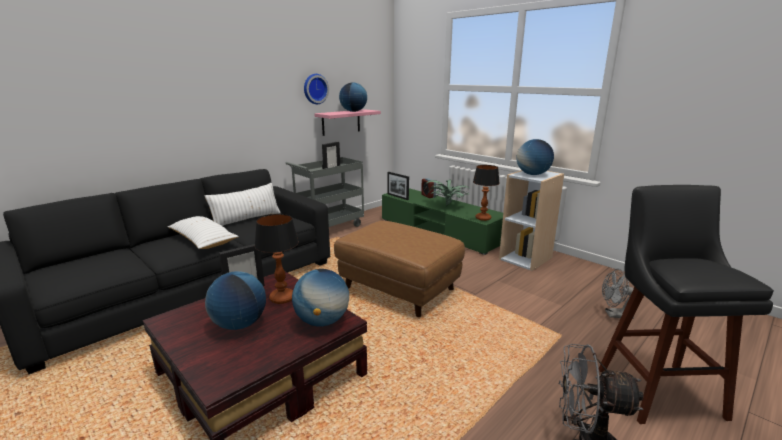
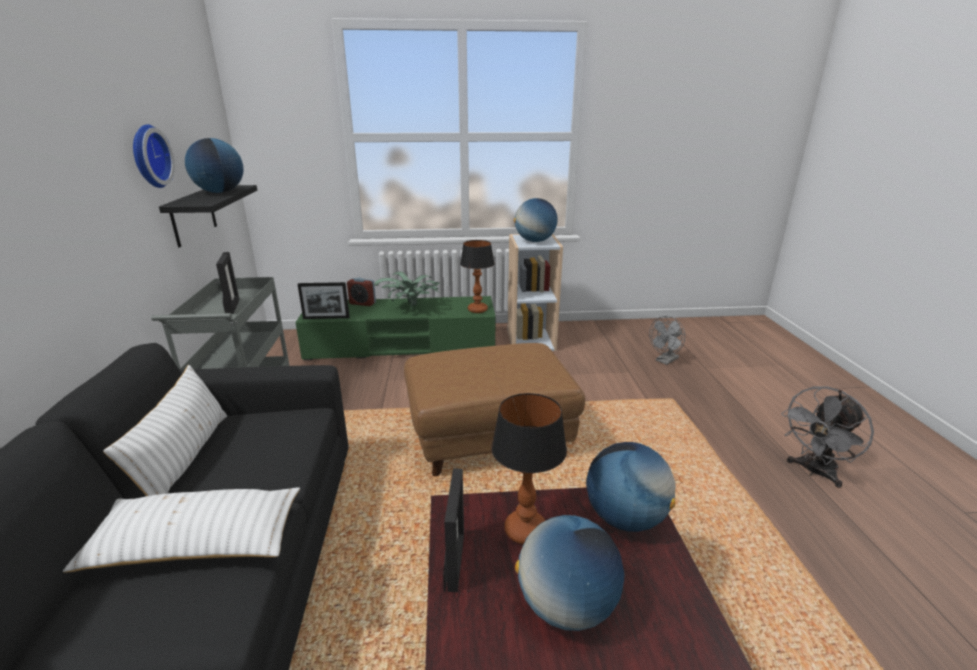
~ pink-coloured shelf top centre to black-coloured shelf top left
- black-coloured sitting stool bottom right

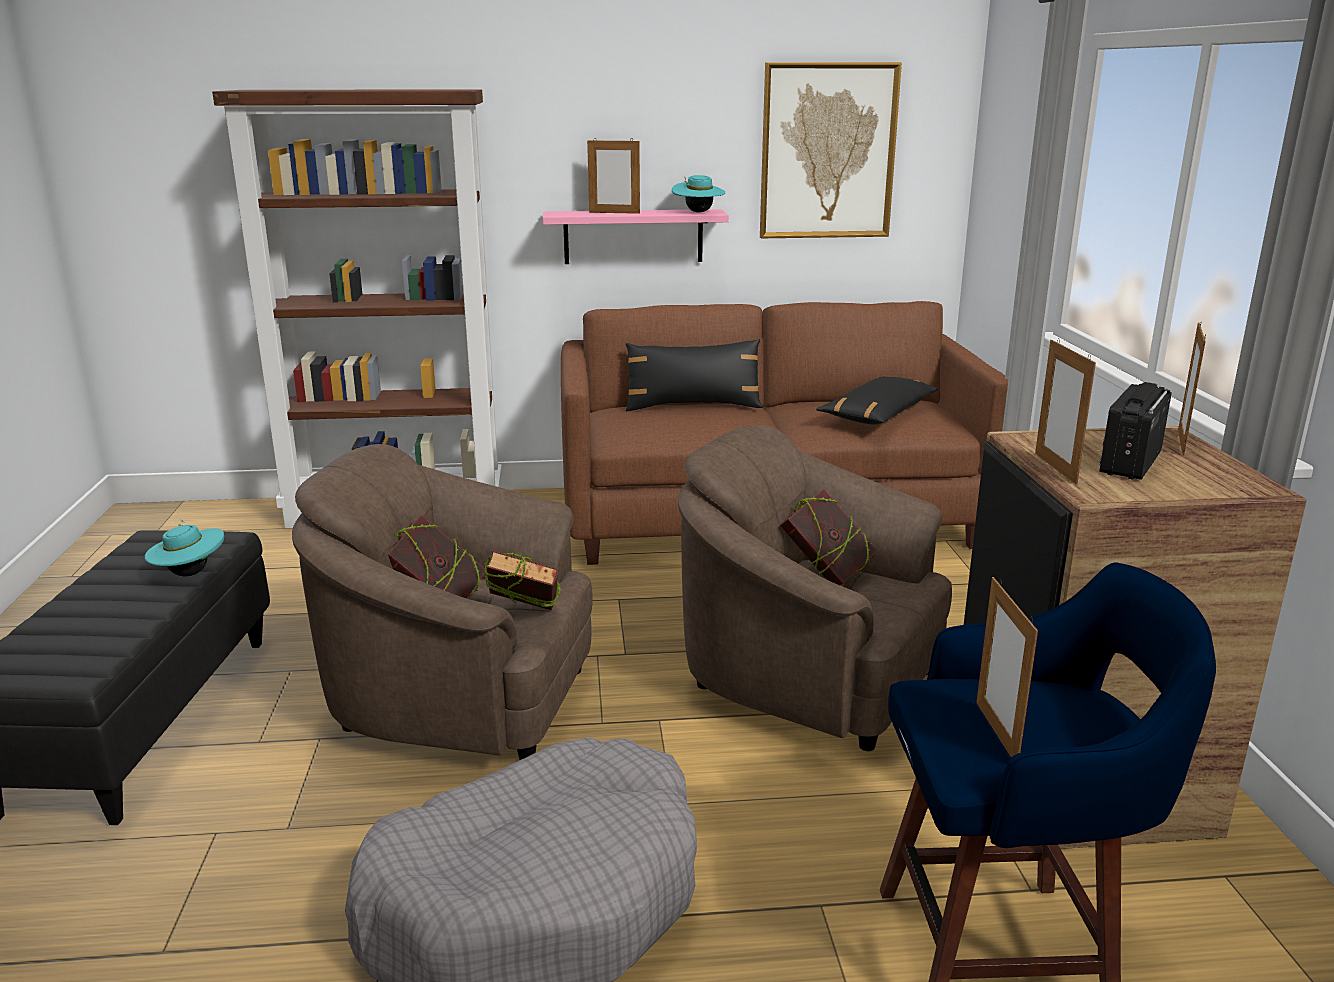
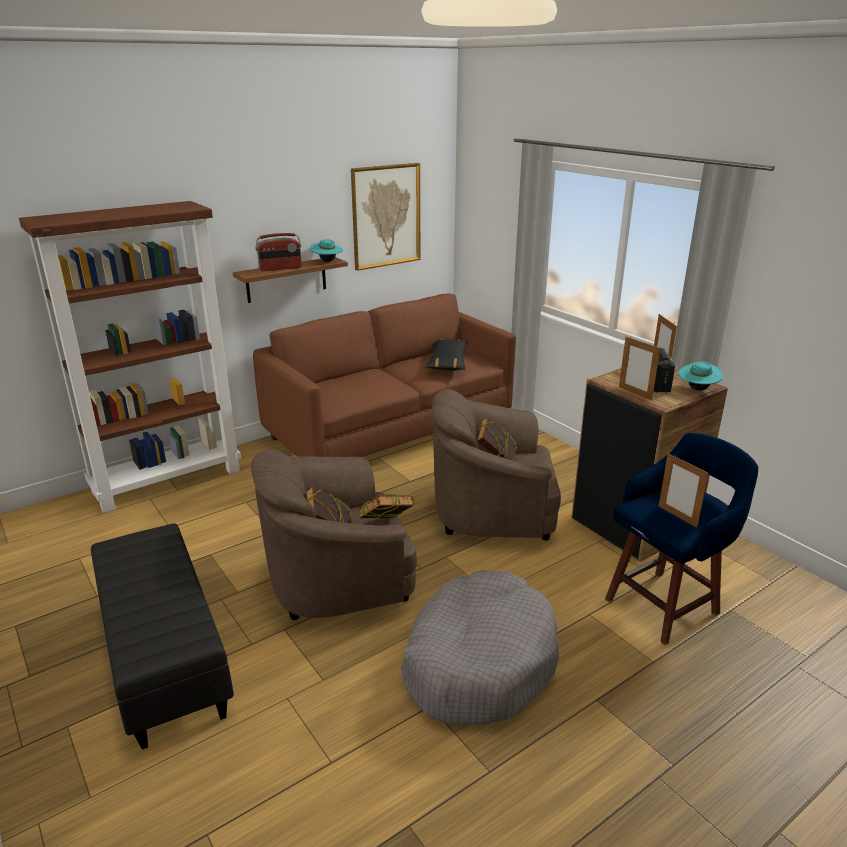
~ picture frame (1st from left) top centre to radio receiver (1st from left) top left
~ pink-coloured shelf top centre to brownish shelf top centre
- black-coloured cushion (1st from left) centre
~ turquoise-coloured hat (1st from left in the first image) middle left to turquoise-coloured hat (2nd from left) middle right

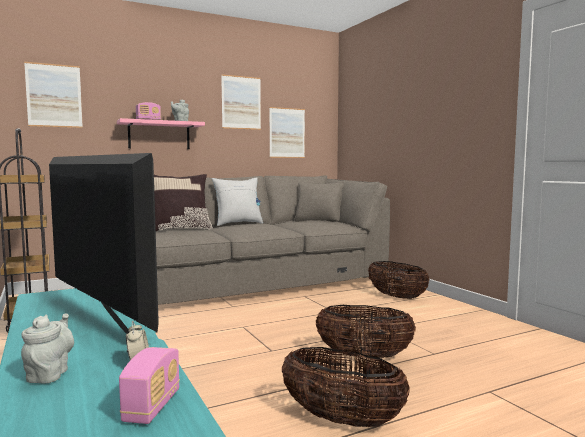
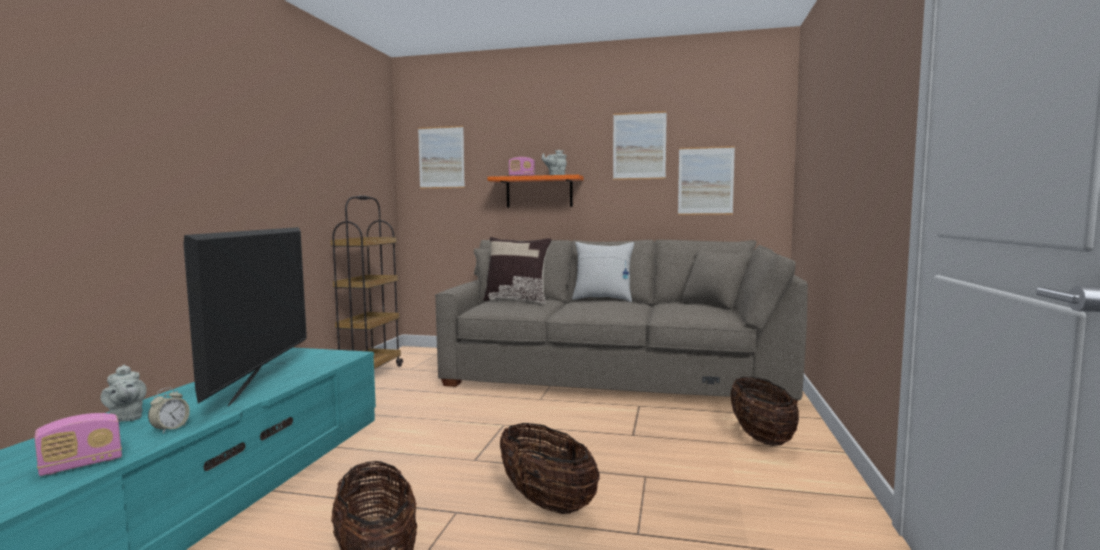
~ pink-coloured shelf top left to orange-coloured shelf centre
~ greyish teapot (1st from left) bottom left = bottom left 105 degrees clockwise

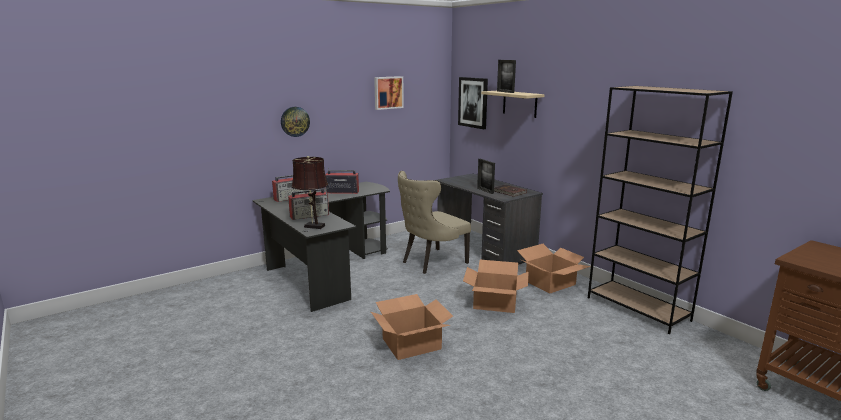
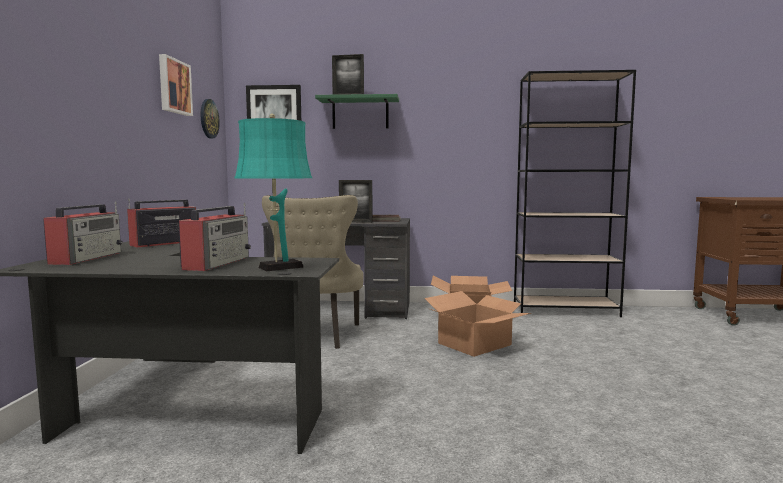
~ beige shelf top centre to greenish shelf top centre
~ clock on the wall top centre to top left
~ brownish lamp for a table centre to turquoise-coloured lamp for a table centre
- carton (1st from left) bottom centre

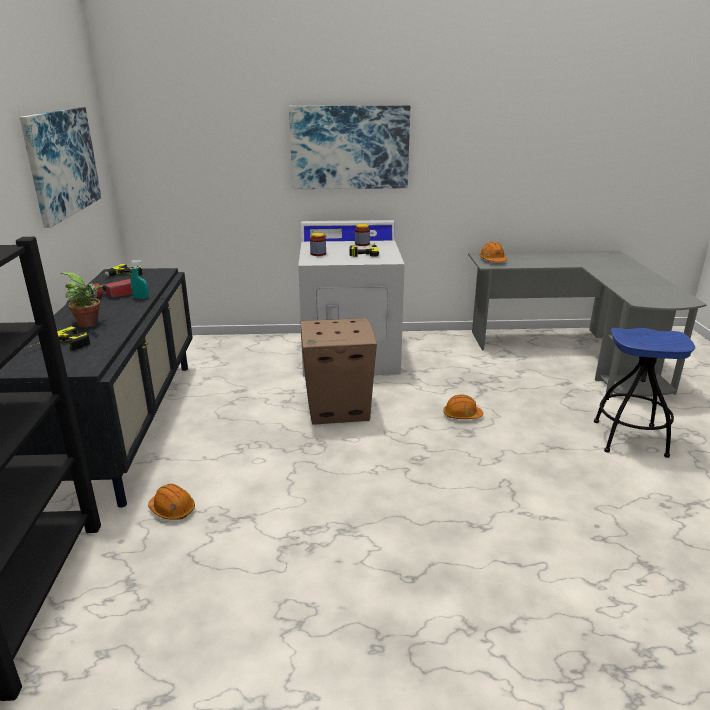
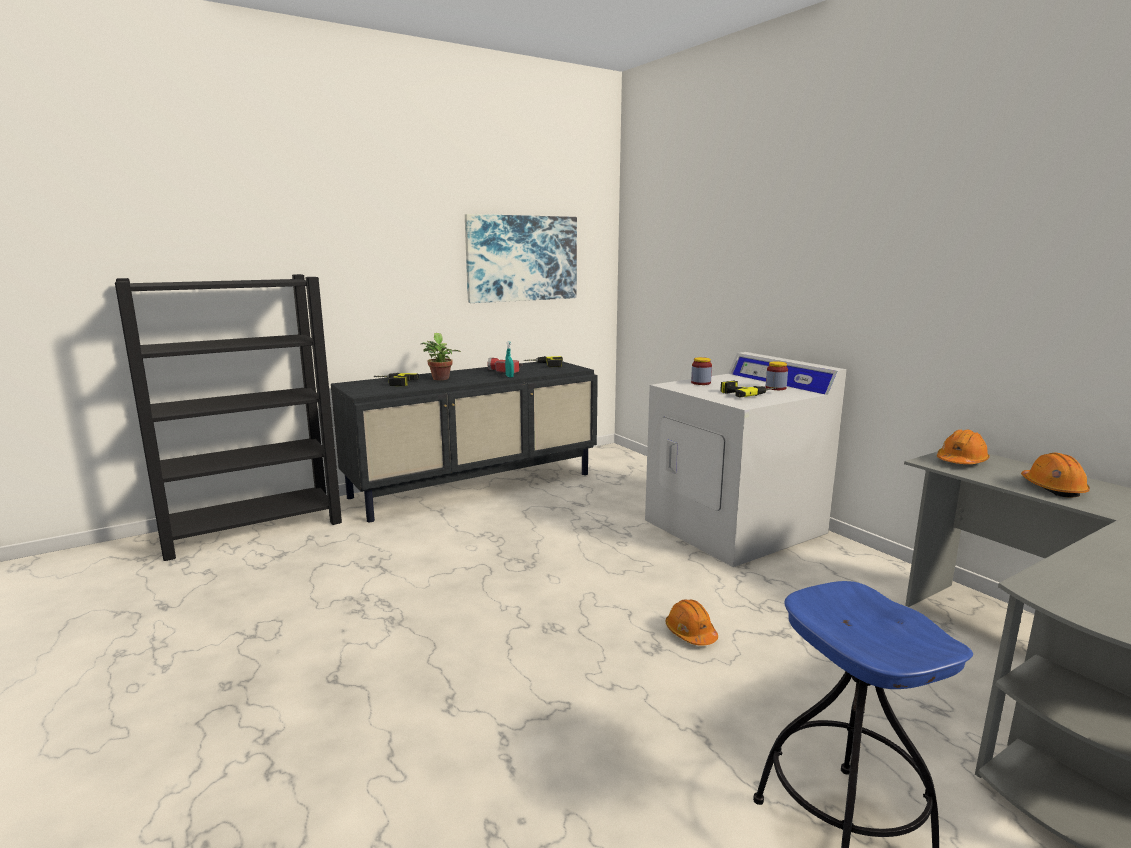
- wall art (2nd from left) top centre
- carton centre
~ orange-coloured hard hat (1st from left in the first image) bottom left to orange-coloured hard hat (3rd from left) middle right

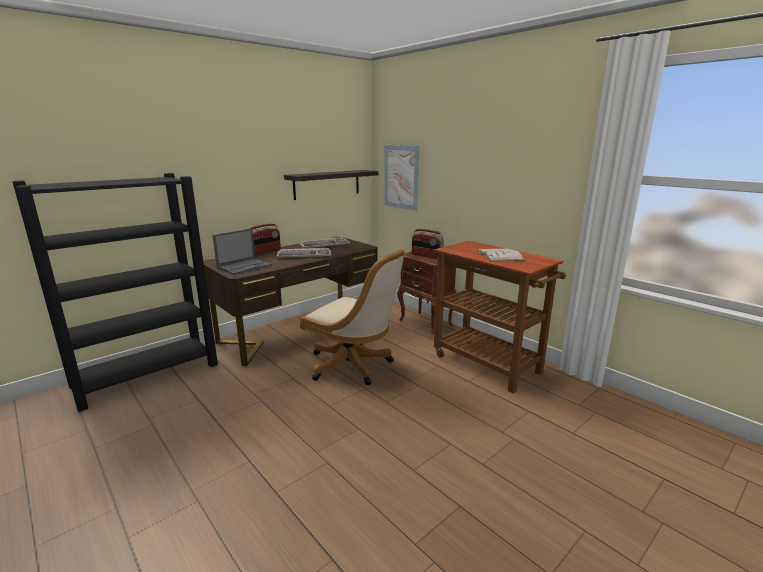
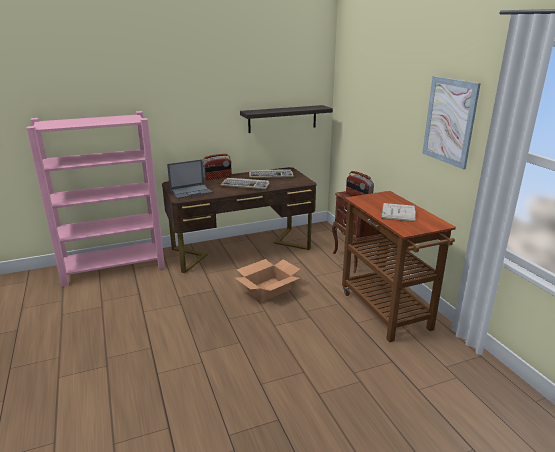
~ wall art top centre to top right
~ black-coloured bookcase middle left to pink-coloured bookcase middle left
~ office chair centre to carton centre

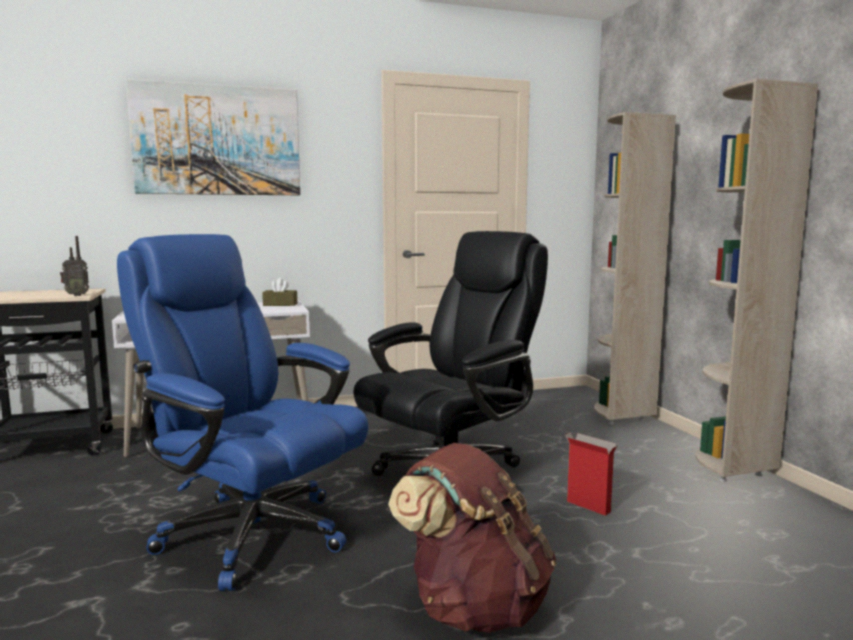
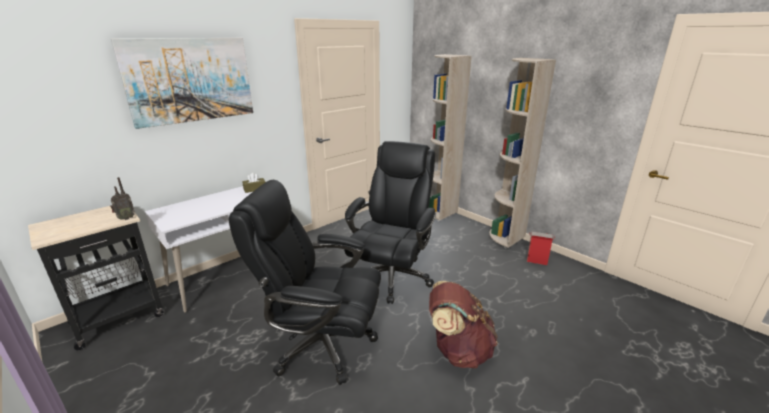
~ blue office chair middle left to black-coloured office chair (1st from left) bottom centre
~ carton bottom right to middle right

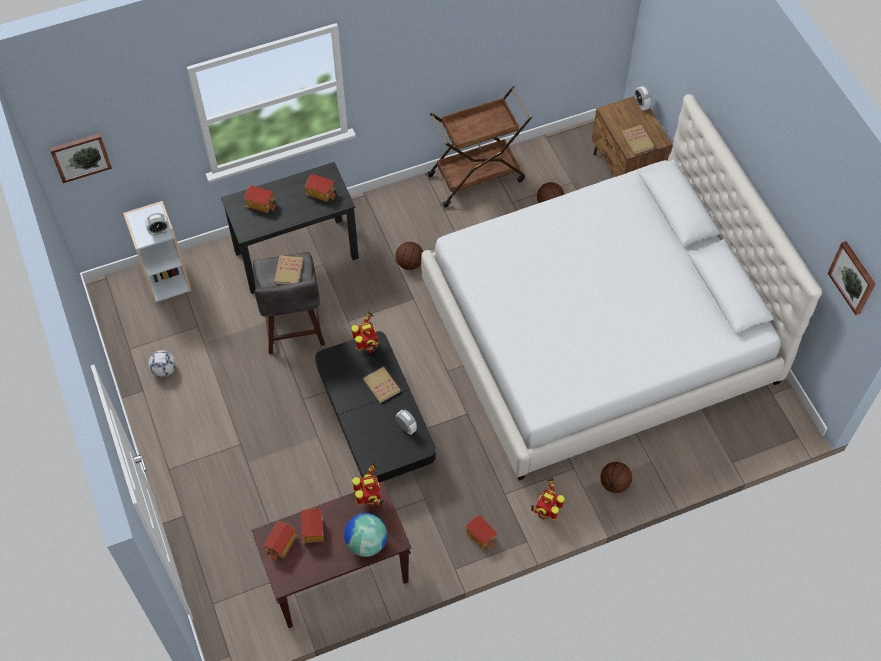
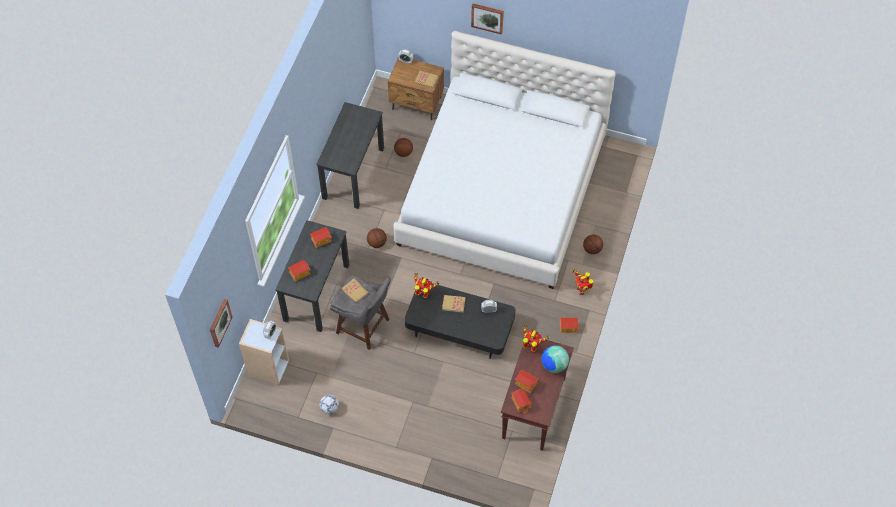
~ brownish wheeled cart top centre to black-coloured desk unit (2nd from left) top centre
~ wall art (2nd from left) middle right to top centre

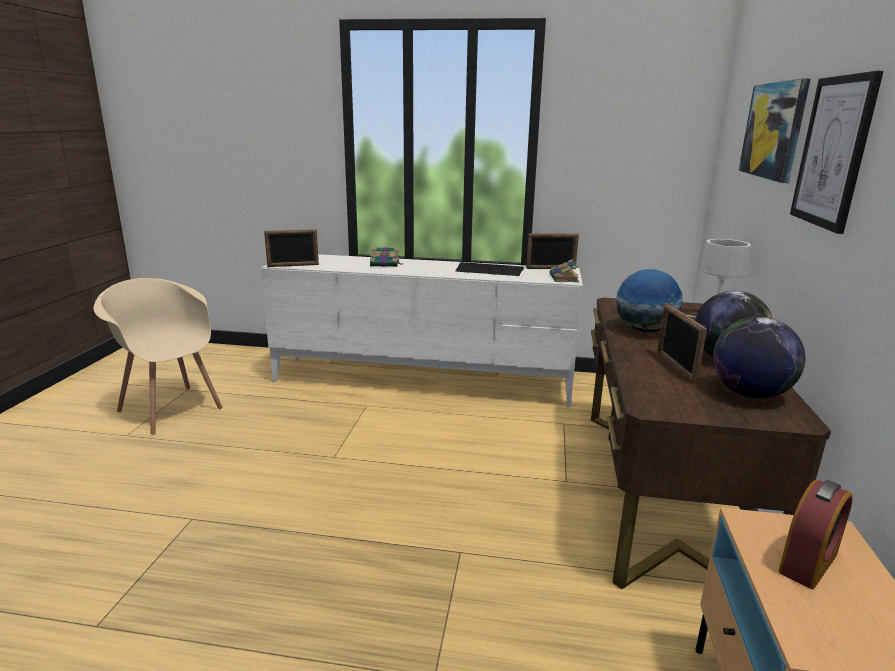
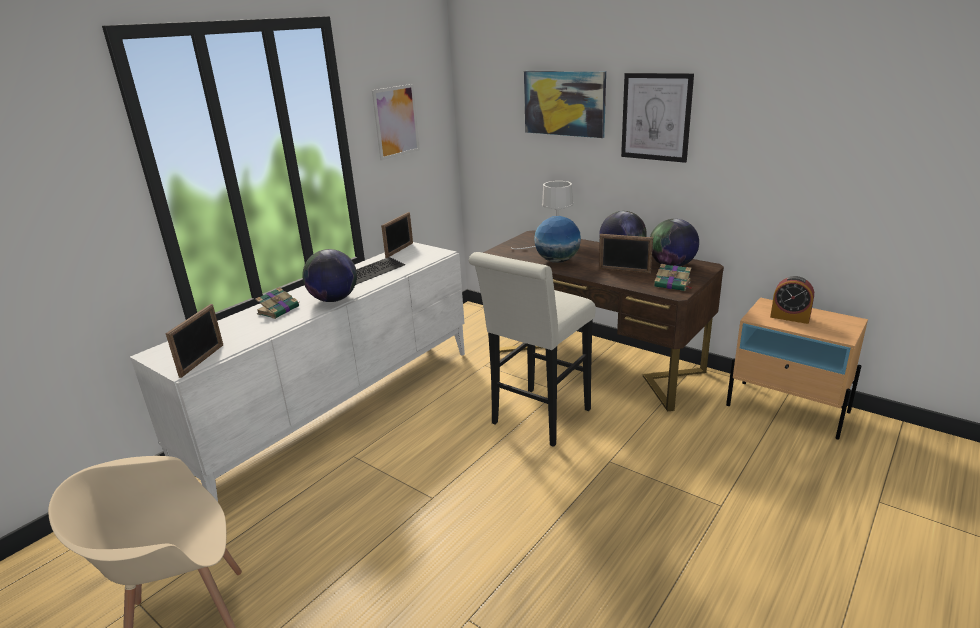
~ bound book (2nd from left) centre to middle right
~ alarm clock bottom right = middle right 135 degrees clockwise
+ wall art (1st from left) top centre
+ globe (1st from left) centre
+ white-coloured sitting stool centre

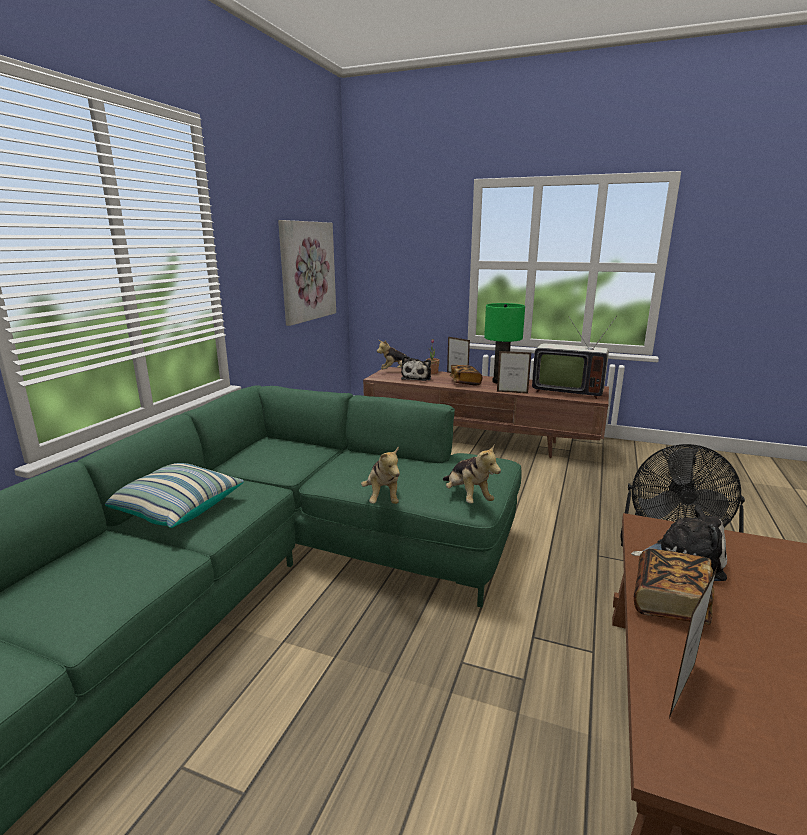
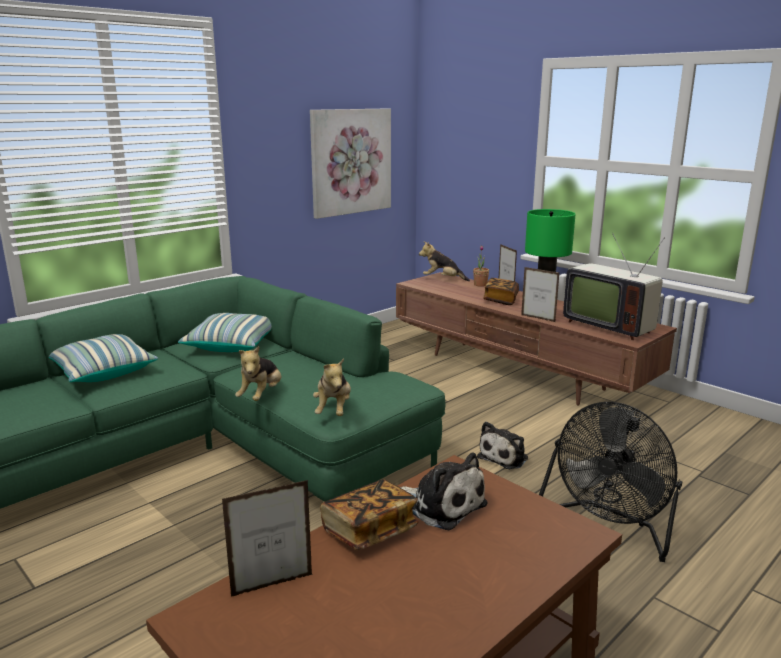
~ soft toy (3rd from left in the first image) centre to soft toy (5th from left) bottom centre
+ cushion (2nd from left) middle left

